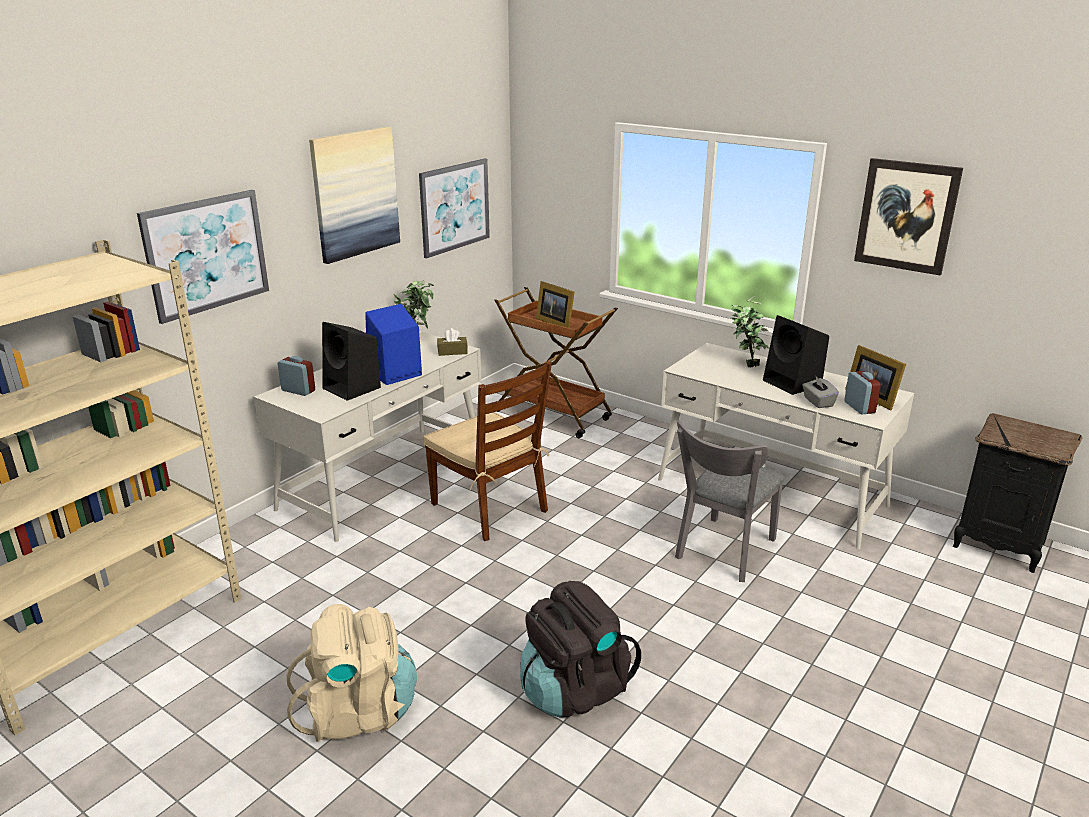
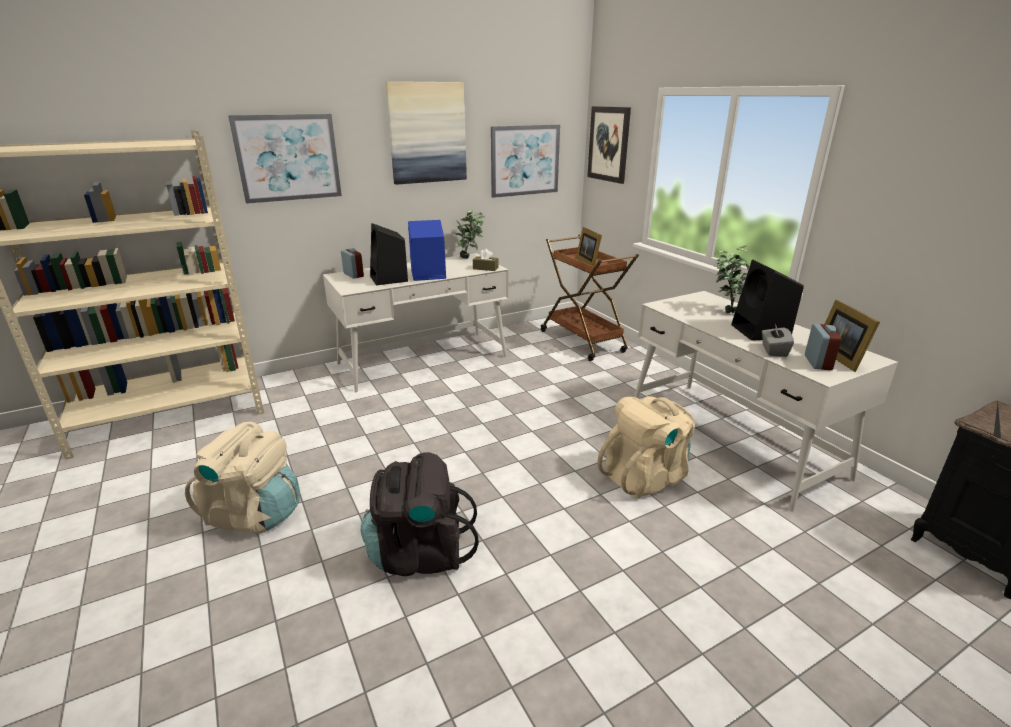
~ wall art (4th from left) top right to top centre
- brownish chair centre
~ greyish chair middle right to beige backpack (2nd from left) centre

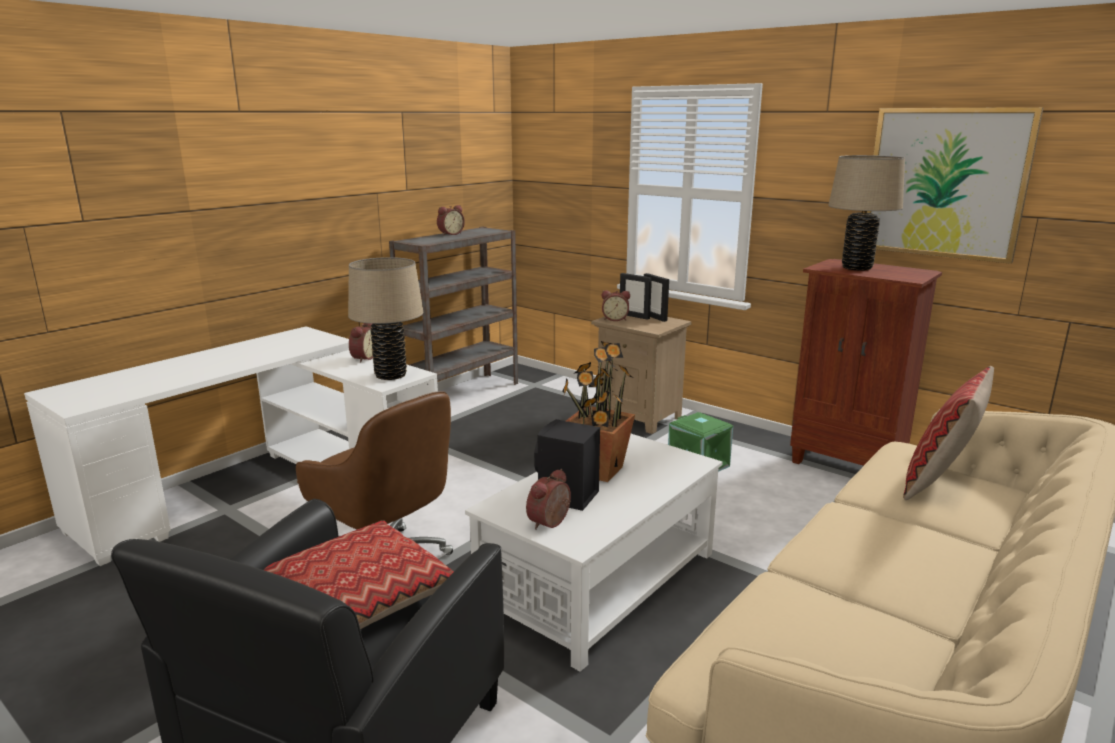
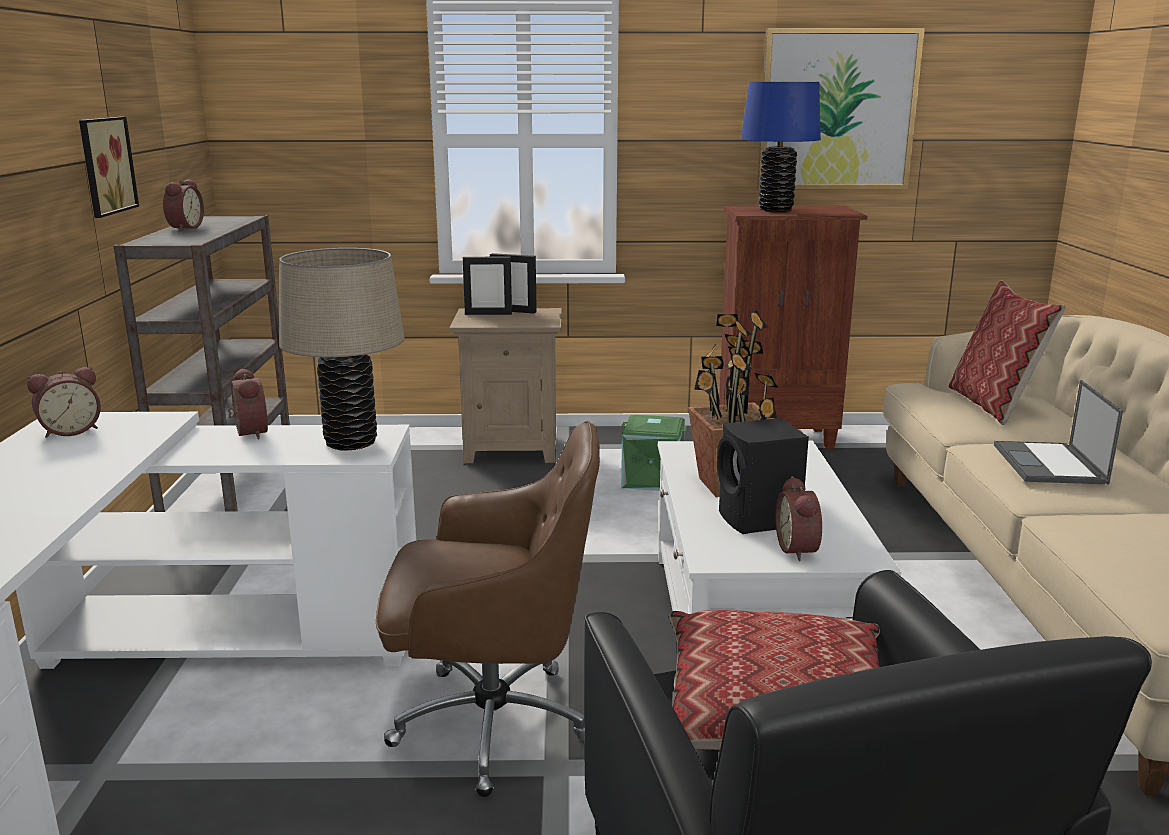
~ beige lamp for a table (2nd from left) top right to blue lamp for a table top right
~ alarm clock (4th from left in the first image) centre to alarm clock (1st from left) middle left
+ wall art (1st from left) top left
+ portable computer middle right

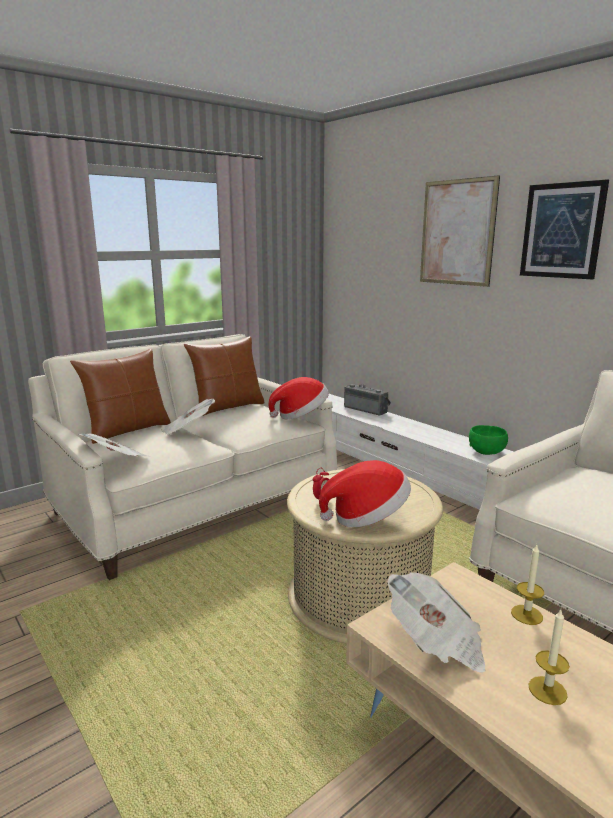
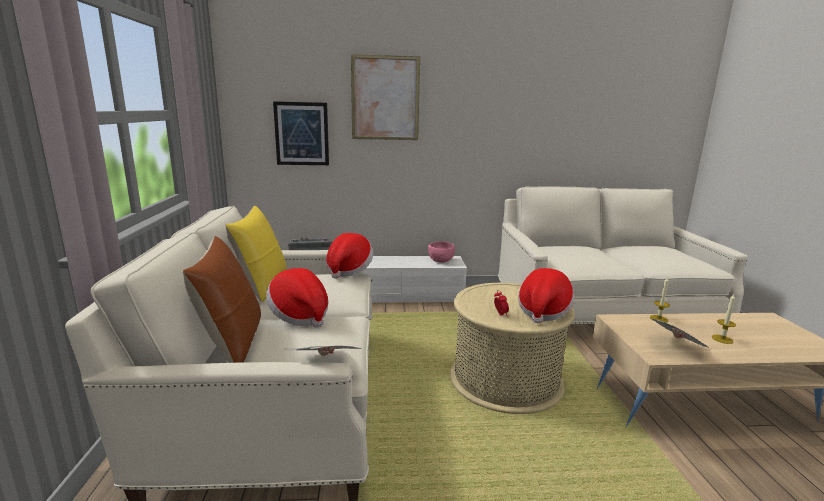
~ wall art (2nd from left in the first image) top right to wall art (1st from left) top centre
~ brownish cushion (2nd from left) centre to yellow-coloured cushion middle left
~ newspaper (2nd from left) middle left to hat (1st from left) centre
~ greenish bowl middle right to pink-coloured bowl centre

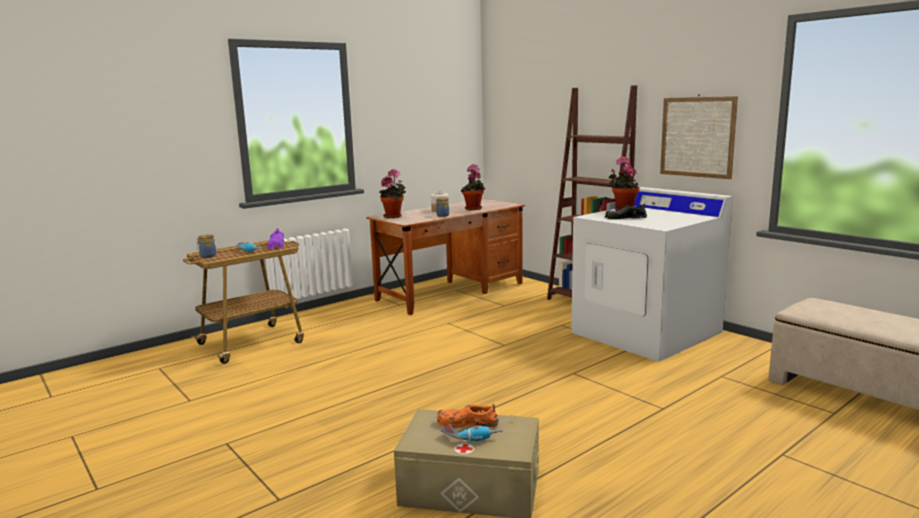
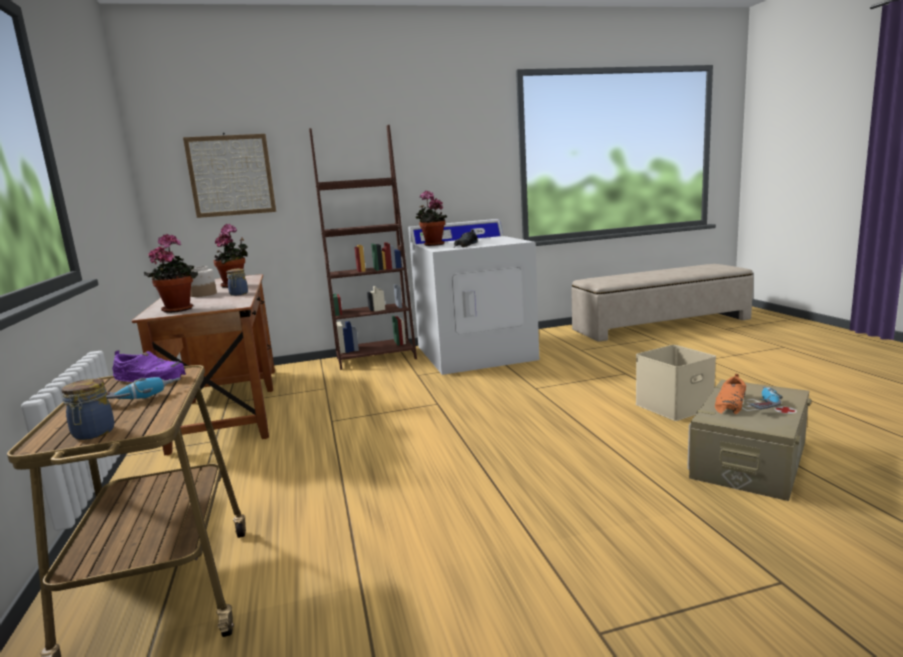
~ wall art top right to top left
+ beige storage box (1st from left) middle right

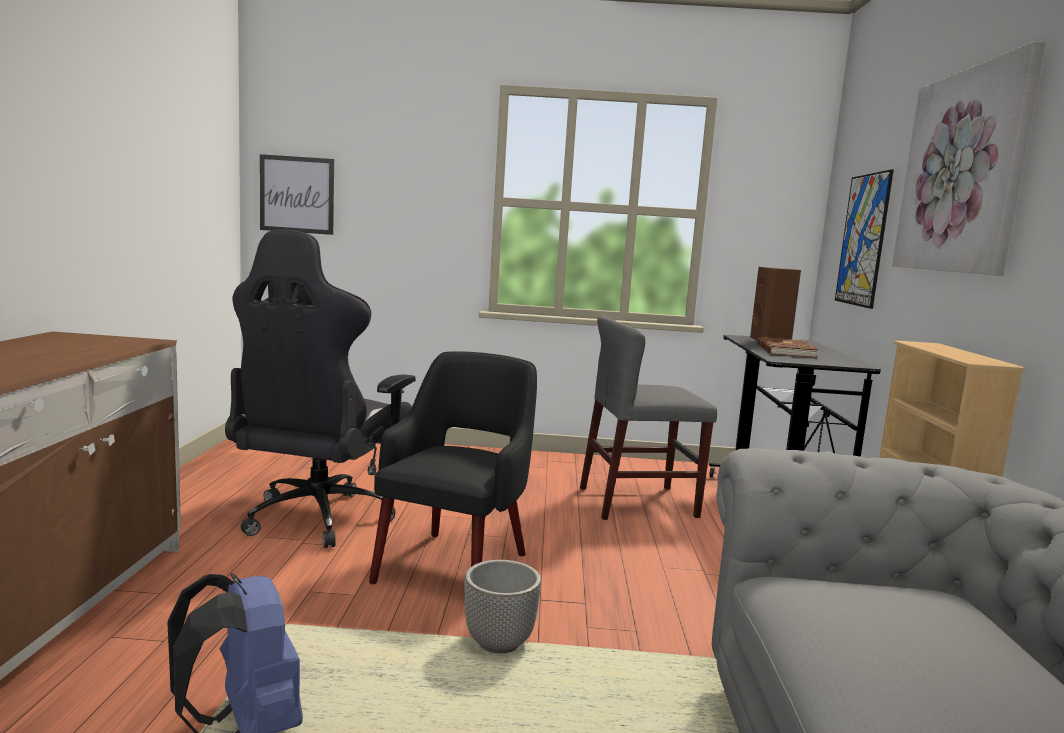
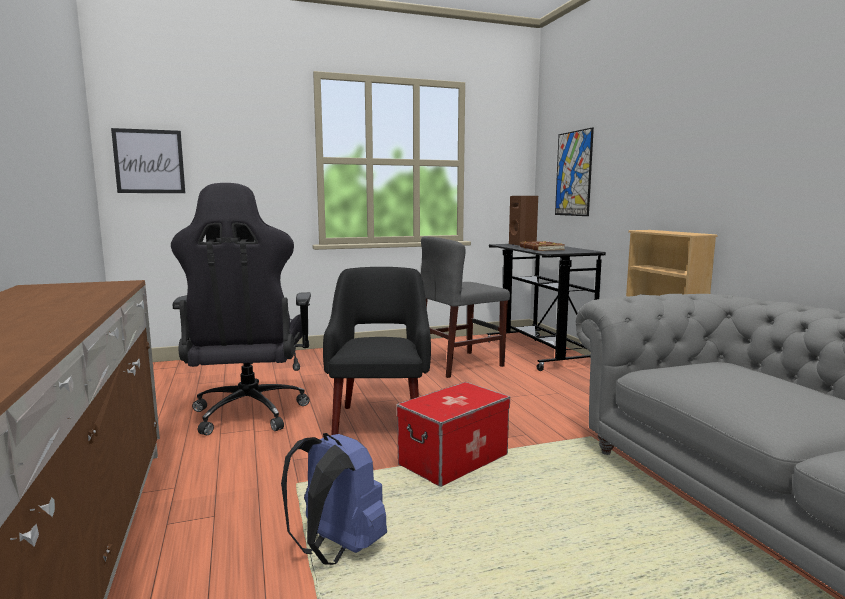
- wall art (3rd from left) top right
~ planter bottom centre to storage box bottom centre

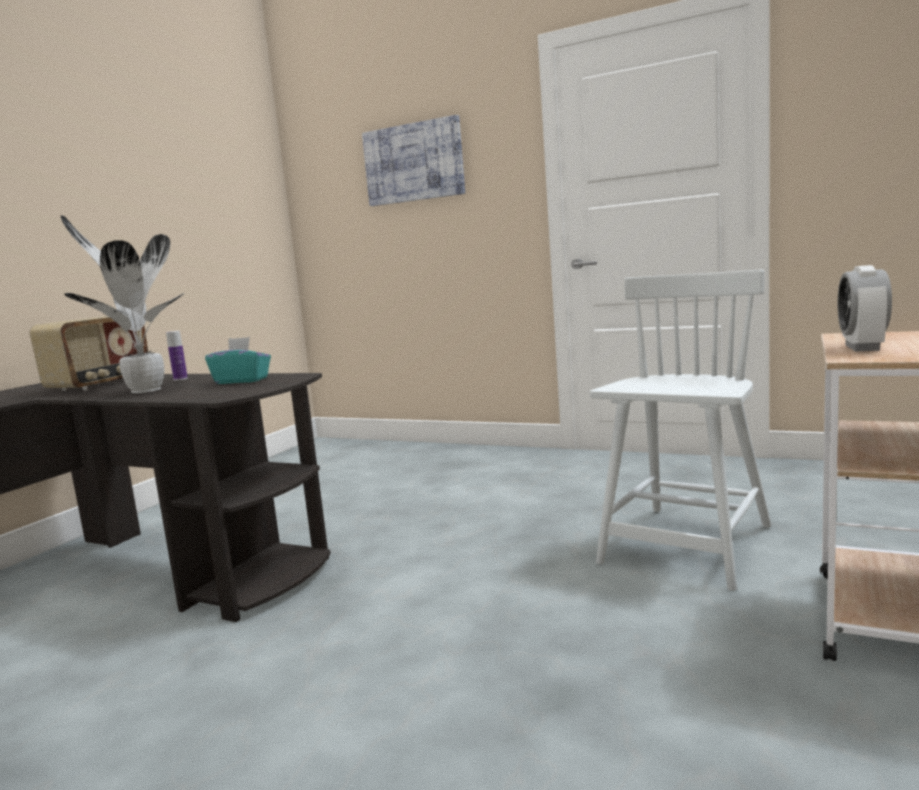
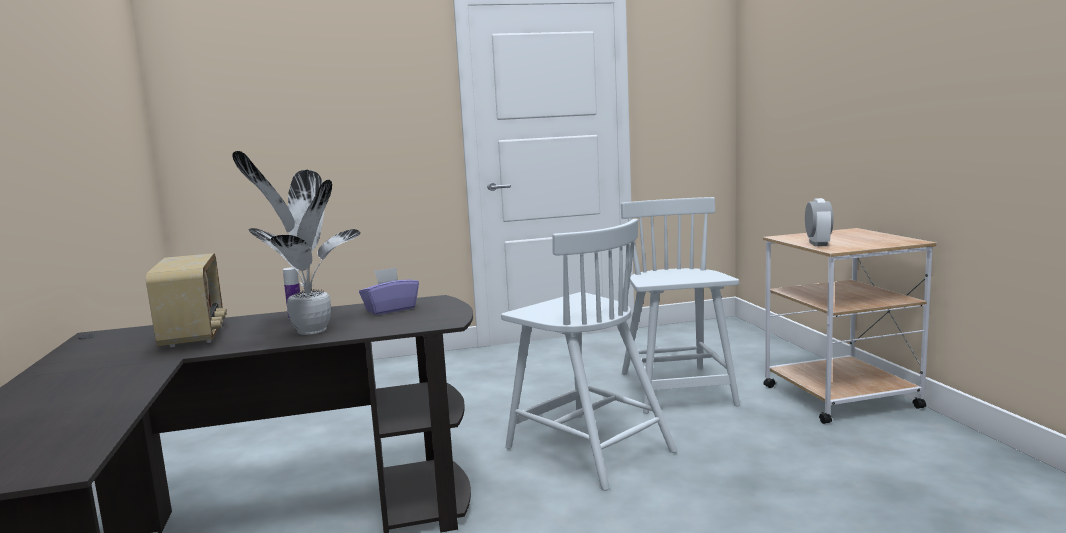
- wall art top centre
~ alarm clock middle right = middle right 150 degrees counterclockwise
~ turquoise-coloured tissue box middle left to purplish tissue box centre
+ white-coloured chair (1st from left) centre

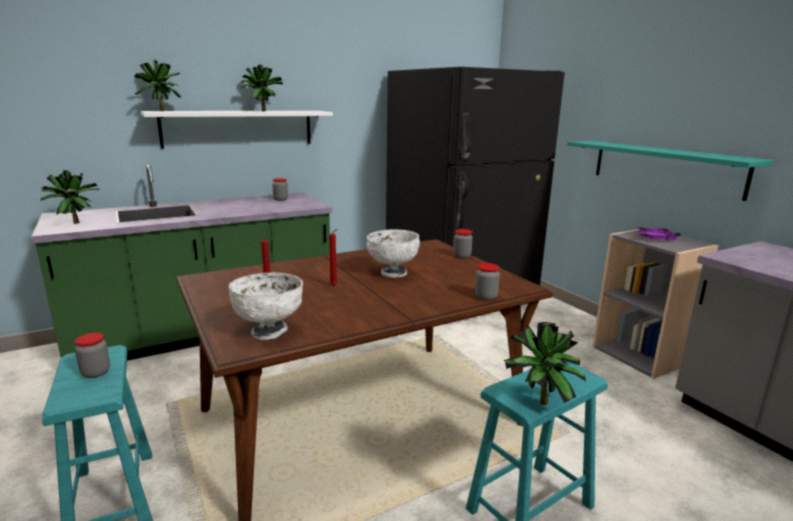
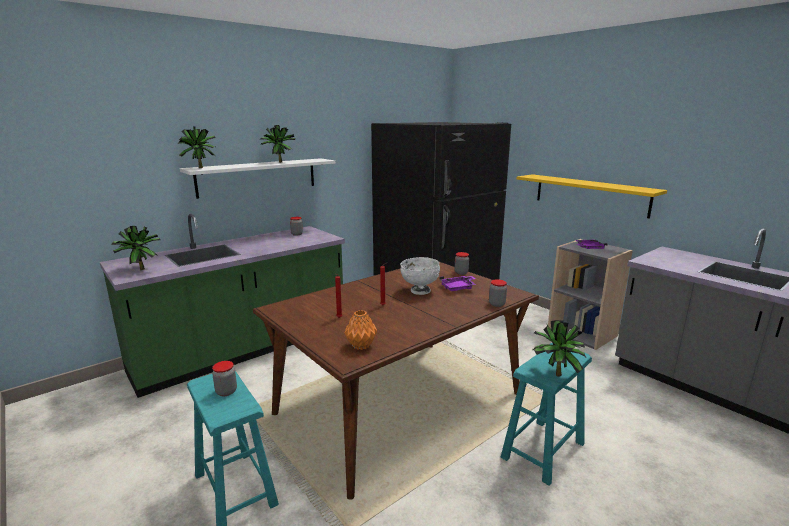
~ turquoise-coloured shelf top right to yellow-coloured shelf middle right
~ white-coloured bowl (1st from left) centre to orange-coloured decorative vase centre
+ purplish serving tray (1st from left) centre

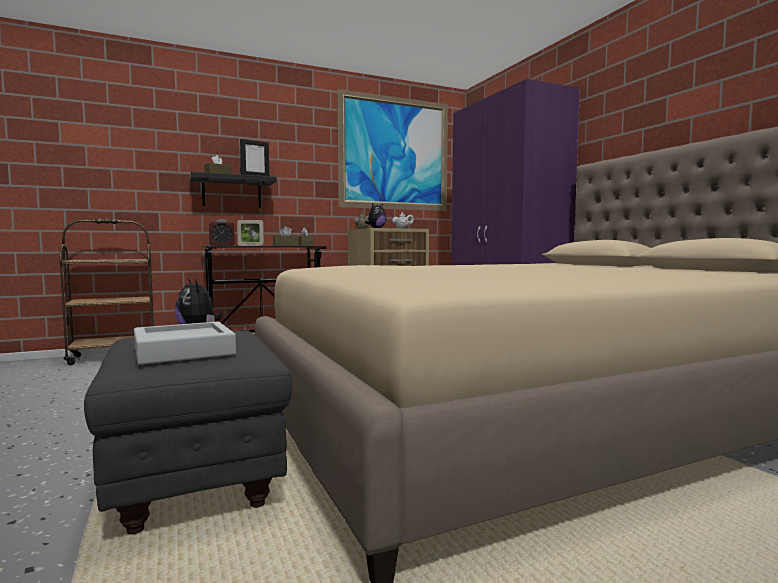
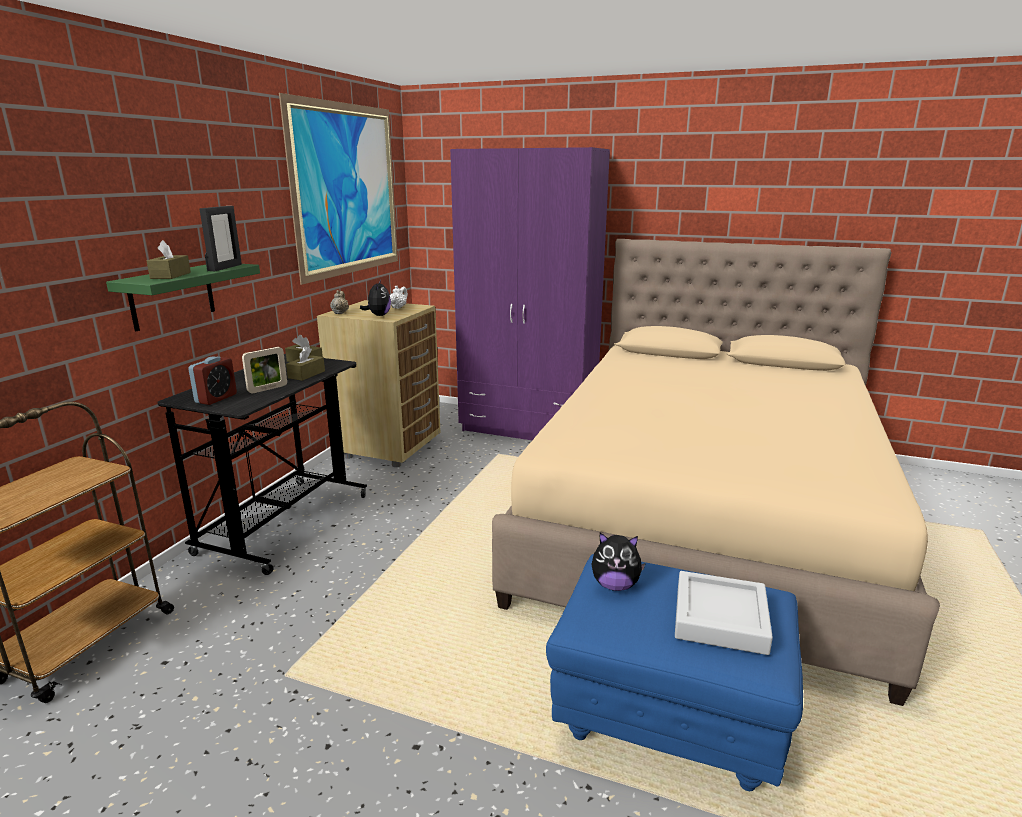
~ black-coloured shelf top left to greenish shelf middle left
~ greyish ottoman bottom left to blue ottoman bottom centre

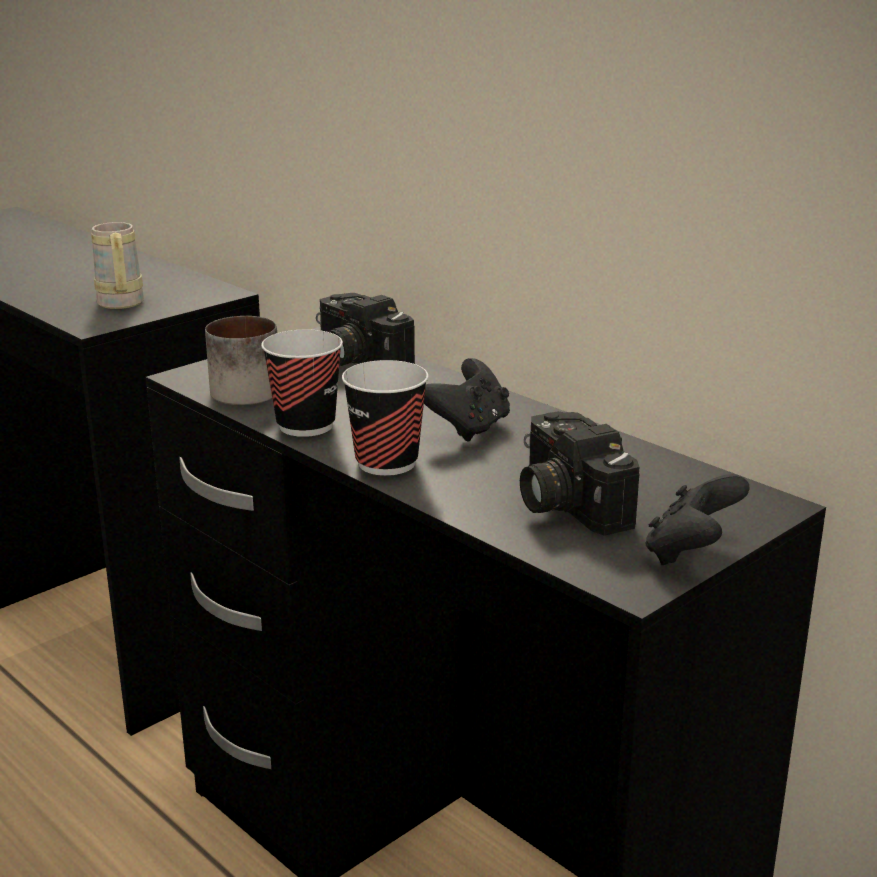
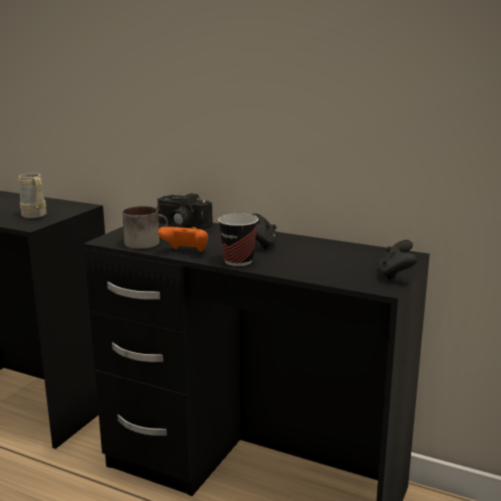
~ drinking cup (1st from left) centre to orange-coloured game controller centre
- still camera (2nd from left) centre

